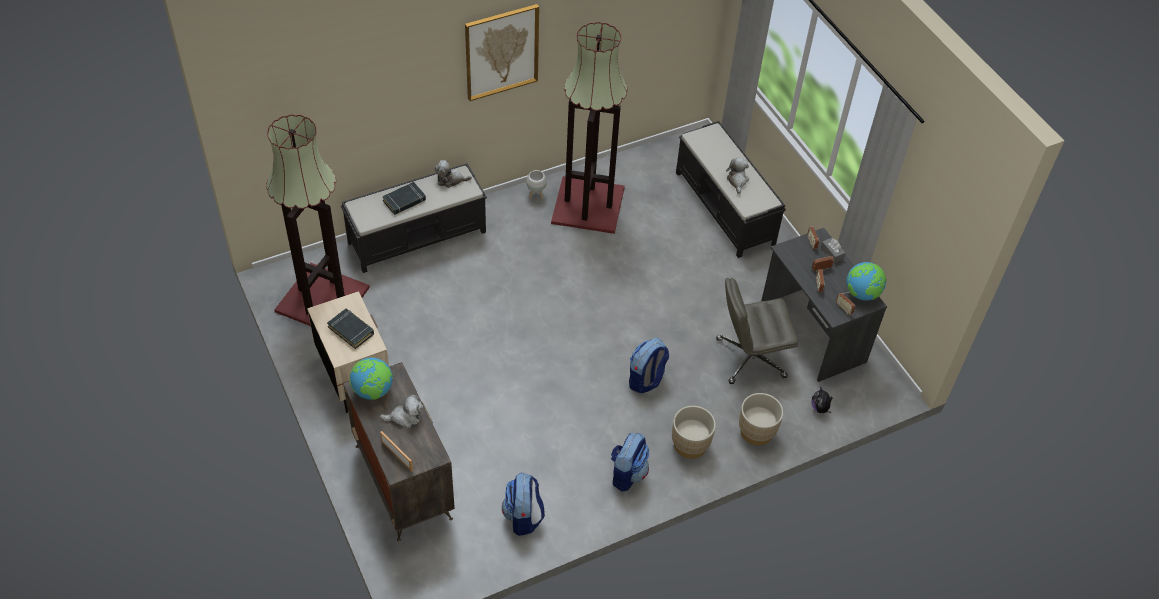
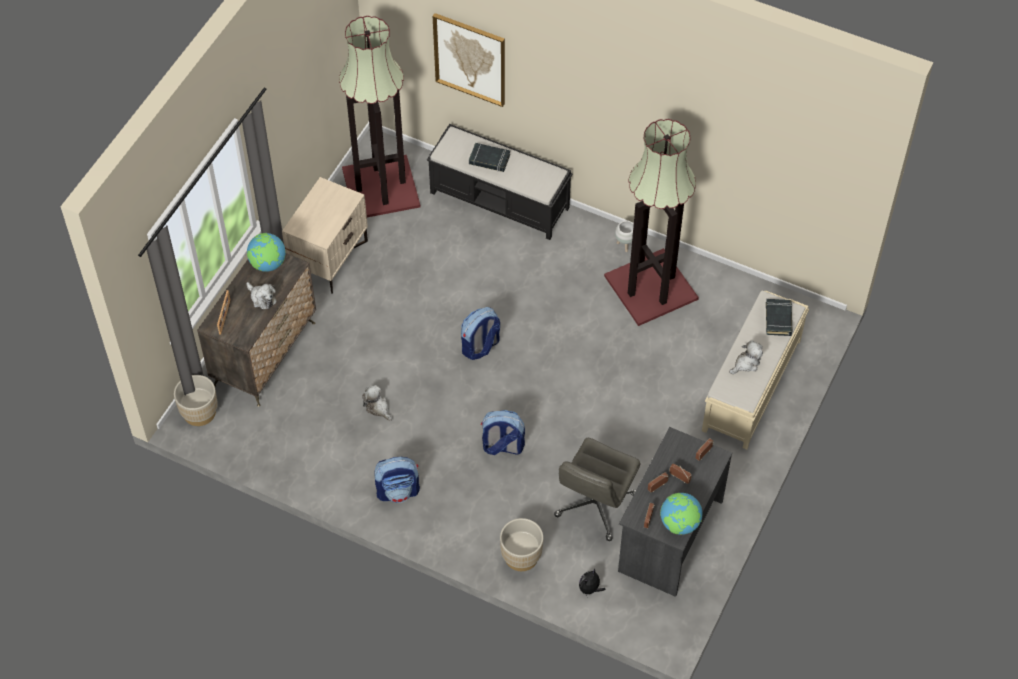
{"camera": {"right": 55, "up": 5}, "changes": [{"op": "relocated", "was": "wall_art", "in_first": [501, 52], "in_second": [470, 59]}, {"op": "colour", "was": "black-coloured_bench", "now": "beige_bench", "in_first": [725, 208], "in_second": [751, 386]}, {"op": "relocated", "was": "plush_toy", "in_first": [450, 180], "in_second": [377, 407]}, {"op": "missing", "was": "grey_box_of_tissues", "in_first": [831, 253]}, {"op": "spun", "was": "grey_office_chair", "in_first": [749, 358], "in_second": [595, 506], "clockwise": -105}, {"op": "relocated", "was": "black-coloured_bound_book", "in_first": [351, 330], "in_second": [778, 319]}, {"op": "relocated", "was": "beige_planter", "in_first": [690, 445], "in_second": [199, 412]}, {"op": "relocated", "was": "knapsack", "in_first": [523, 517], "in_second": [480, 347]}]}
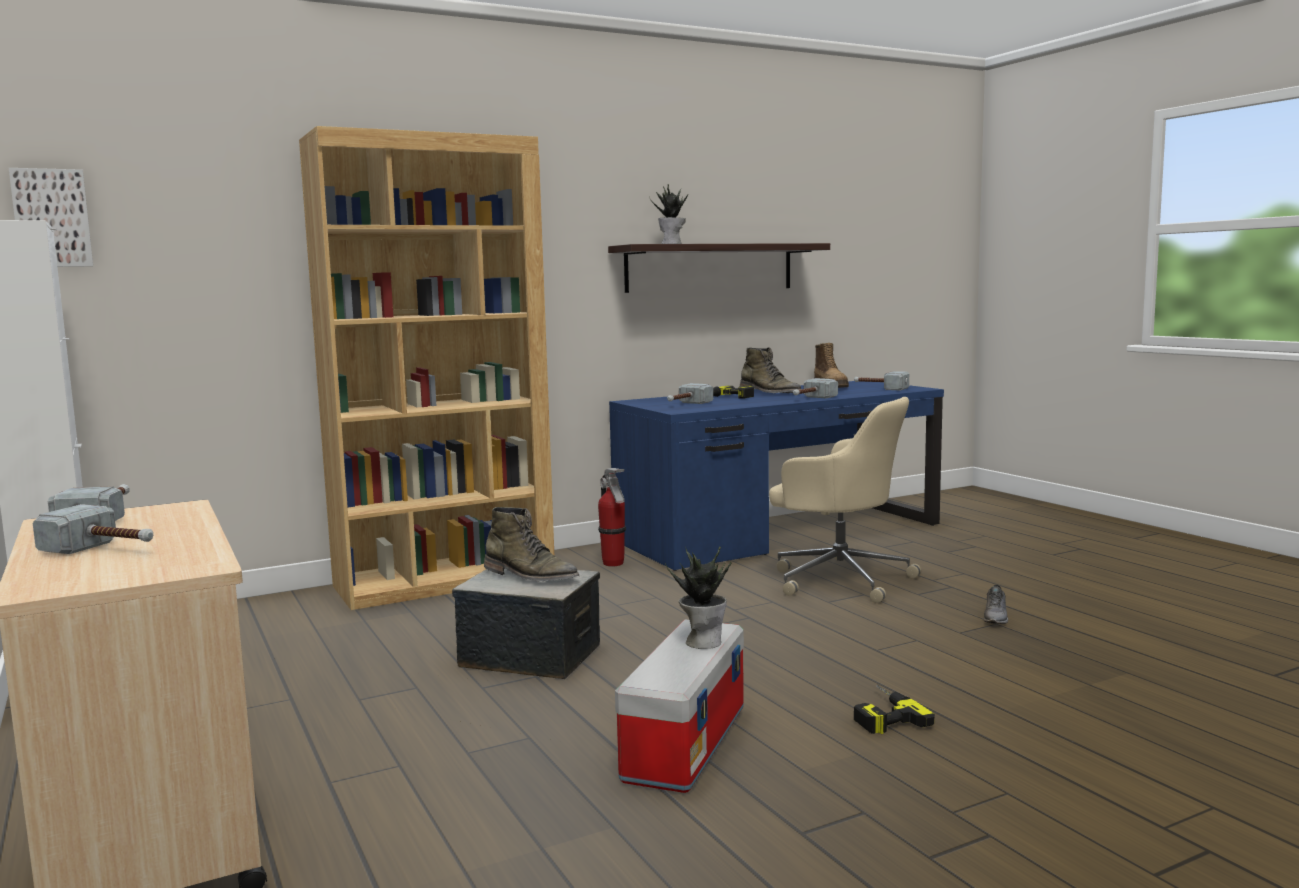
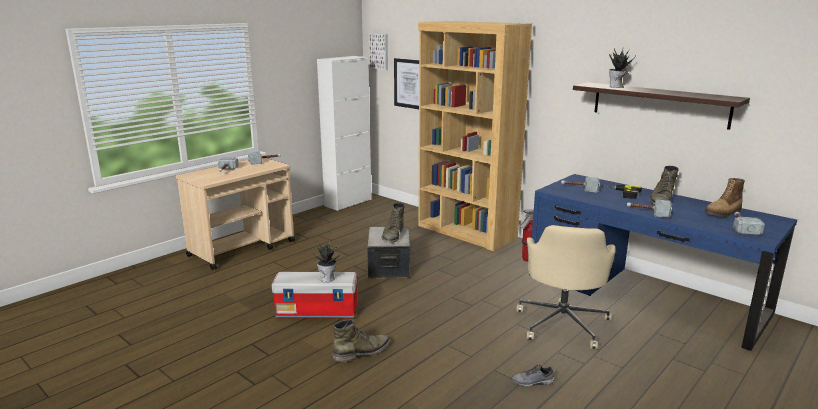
{"camera": {"right": 70, "up": 10}, "changes": [{"op": "exchanged", "was": "power_drill", "now": "greenish_boot", "in_first": [881, 714], "in_second": [362, 352]}, {"op": "appeared", "now": "wall_art", "in_second": [410, 83]}]}
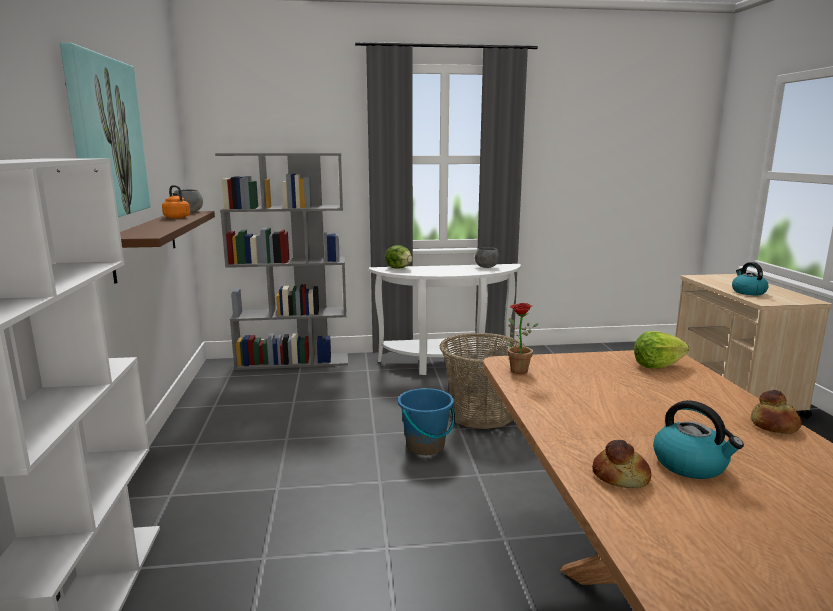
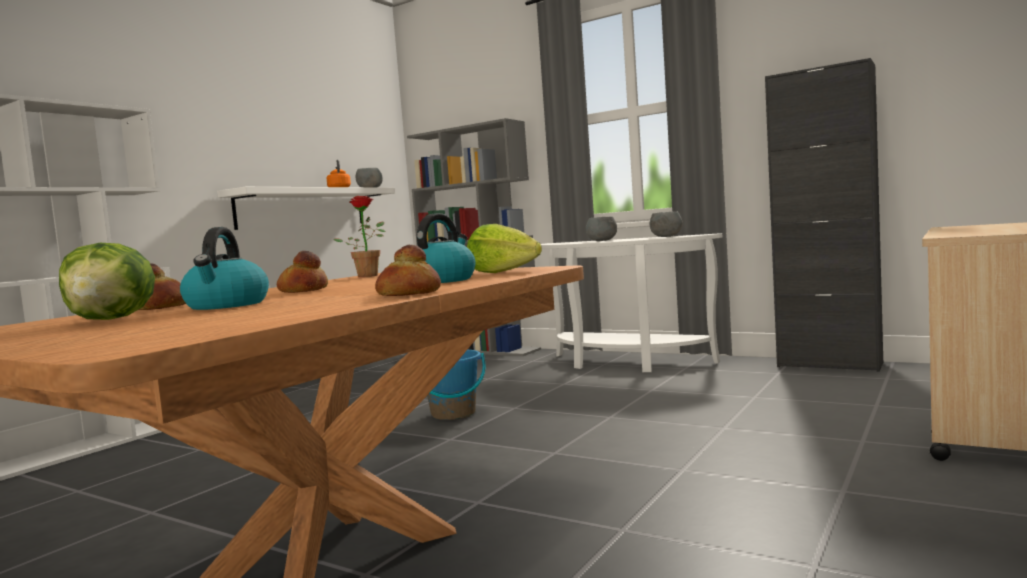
{"camera": {"right": 40, "up": -10}, "changes": [{"op": "missing", "was": "wall_art", "in_first": [106, 138]}, {"op": "colour", "was": "brown-coloured_wall_shelf", "now": "white-coloured_wall_shelf", "in_first": [146, 243], "in_second": [302, 208]}, {"op": "relocated", "was": "lettuce_head", "in_first": [399, 268], "in_second": [112, 319]}, {"op": "relocated", "was": "tea_kettle", "in_first": [748, 292], "in_second": [442, 280]}, {"op": "missing", "was": "household_basket", "in_first": [480, 413]}, {"op": "appeared", "now": "black-coloured_cupboard", "in_second": [829, 365]}, {"op": "appeared", "now": "grey_bowl", "in_second": [602, 240]}, {"op": "appeared", "now": "baked_bread", "in_second": [303, 290]}]}
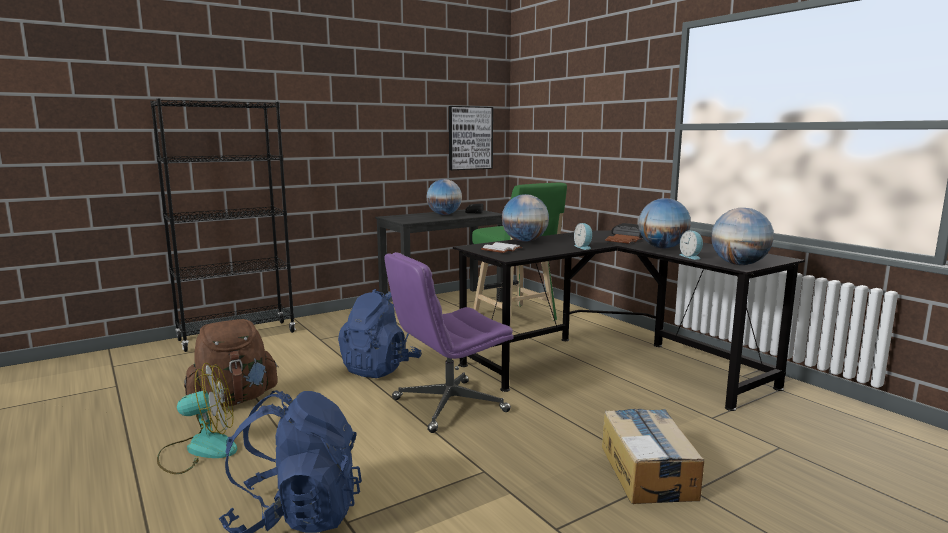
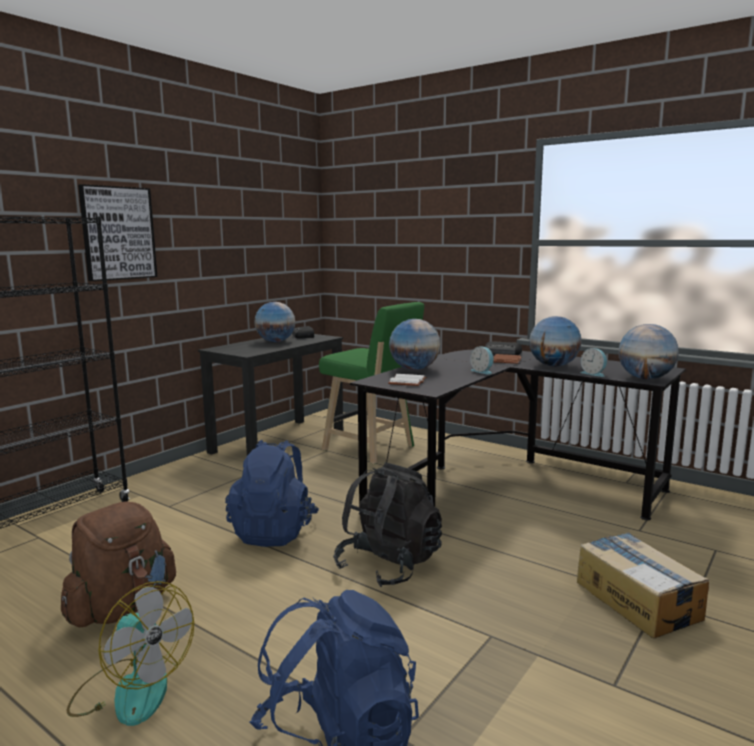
{"camera": {"right": -20, "up": 0}, "changes": [{"op": "relocated", "was": "wall_art", "in_first": [470, 138], "in_second": [118, 233]}, {"op": "exchanged", "was": "purple_office_chair", "now": "black-coloured_knapsack", "in_first": [448, 406], "in_second": [389, 565]}, {"op": "spun", "was": "fan", "in_first": [199, 450], "in_second": [131, 689], "clockwise": 75}]}
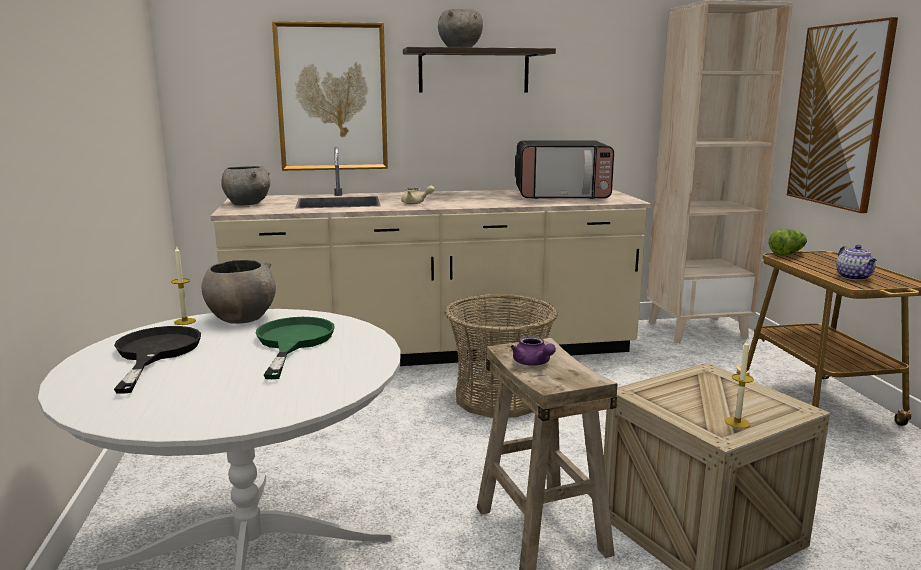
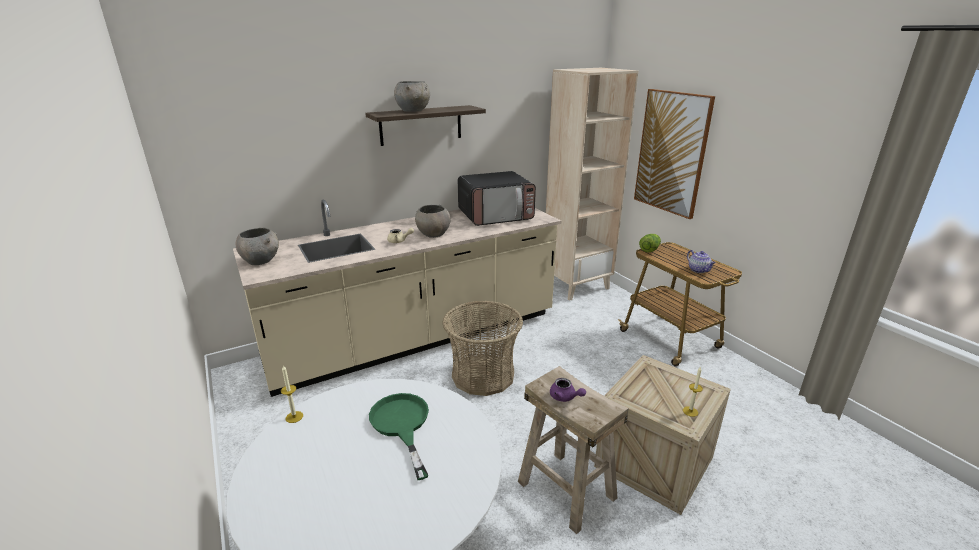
{"camera": {"right": -20, "up": 10}, "changes": [{"op": "missing", "was": "wall_art", "in_first": [332, 97]}, {"op": "relocated", "was": "grey_bowl", "in_first": [241, 318], "in_second": [433, 234]}, {"op": "missing", "was": "black-coloured_frying_pan", "in_first": [155, 353]}]}
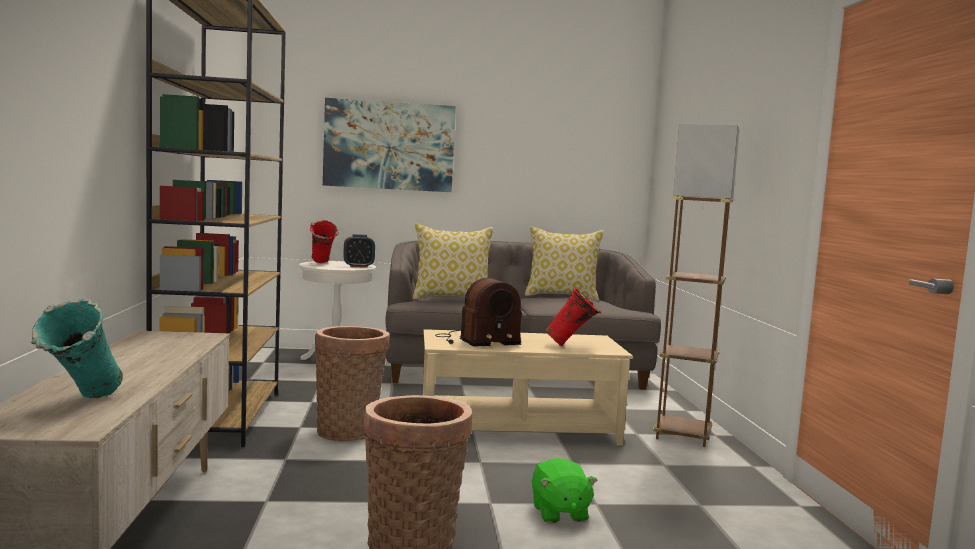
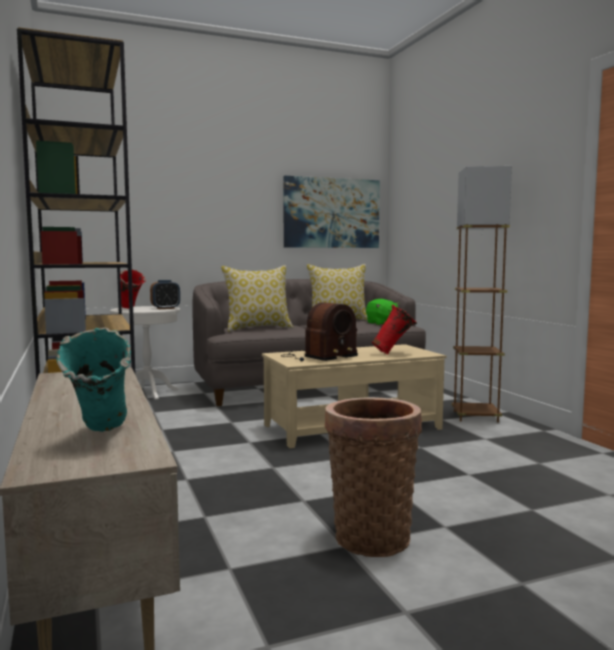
{"camera": {"right": -15, "up": 0}, "changes": [{"op": "relocated", "was": "wall_art", "in_first": [389, 146], "in_second": [331, 213]}, {"op": "missing", "was": "household_basket", "in_first": [349, 431]}, {"op": "relocated", "was": "greenish_plush_toy", "in_first": [559, 513], "in_second": [382, 323]}]}
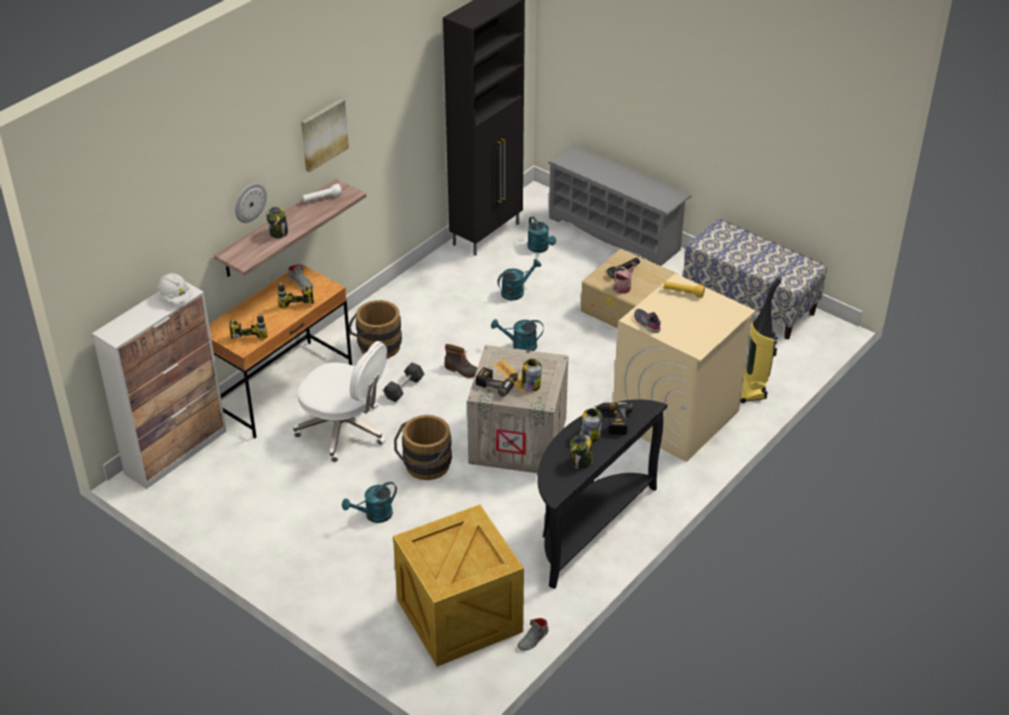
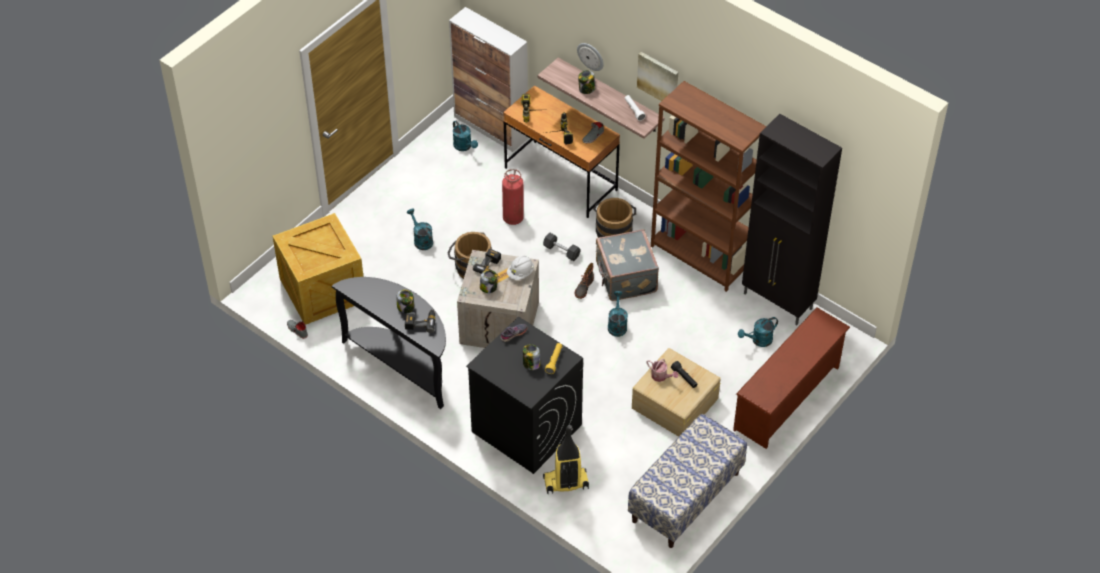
{"camera": {"right": 90, "up": 10}, "changes": [{"op": "colour", "was": "grey_shoe_shelf", "now": "brown-coloured_shoe_shelf", "in_first": [616, 234], "in_second": [788, 399]}, {"op": "relocated", "was": "blue-green_watering_pot", "in_first": [516, 291], "in_second": [464, 147]}, {"op": "relocated", "was": "white-coloured_safety_helmet", "in_first": [175, 297], "in_second": [520, 273]}, {"op": "colour", "was": "beige_laundry_machine", "now": "black-coloured_laundry_machine", "in_first": [675, 417], "in_second": [525, 428]}, {"op": "exchanged", "was": "white-coloured_office_chair", "now": "extinguisher", "in_first": [344, 430], "in_second": [513, 218]}, {"op": "relocated", "was": "storage_jar", "in_first": [581, 461], "in_second": [531, 364]}, {"op": "appeared", "now": "brown-coloured_bookcase", "in_second": [699, 257]}, {"op": "appeared", "now": "grey_suitcase", "in_second": [625, 278]}]}
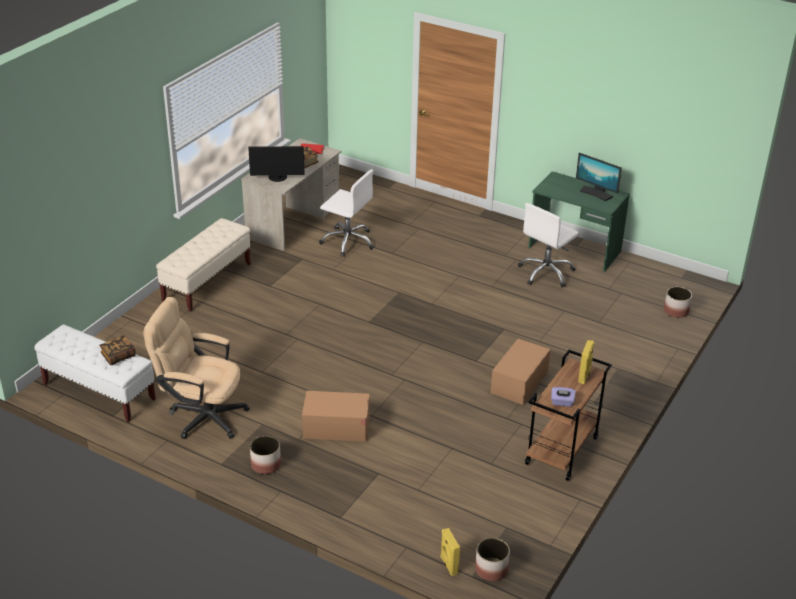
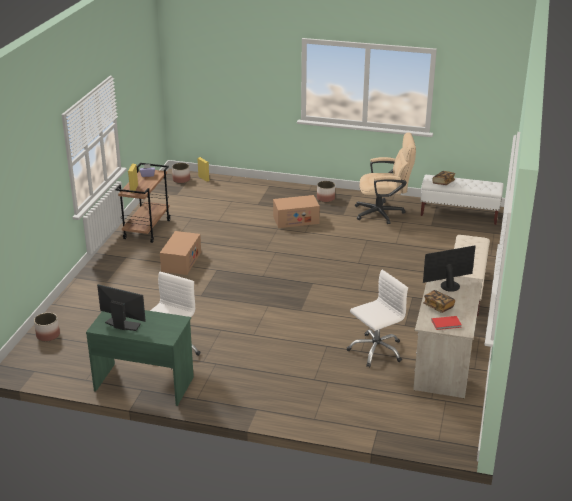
{"camera": {"right": 165, "up": -5}, "changes": [{"op": "spun", "was": "white-coloured_office_chair", "in_first": [348, 241], "in_second": [376, 350], "clockwise": 135}]}
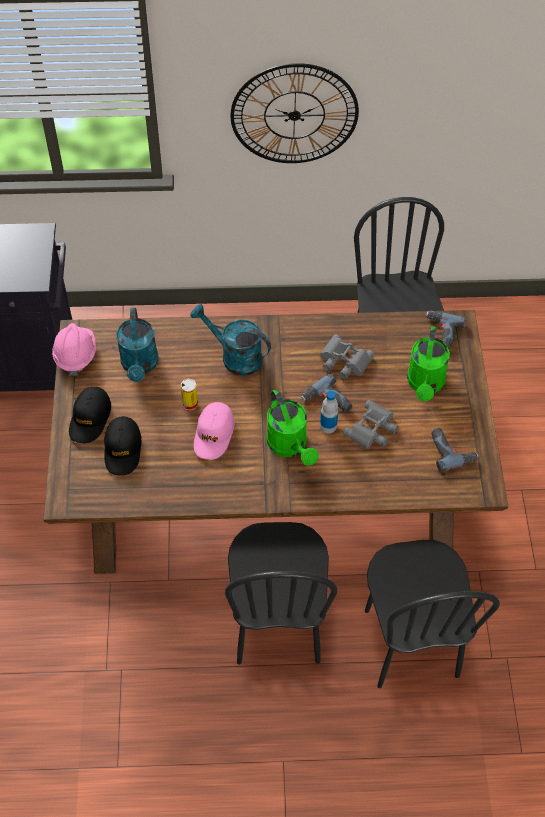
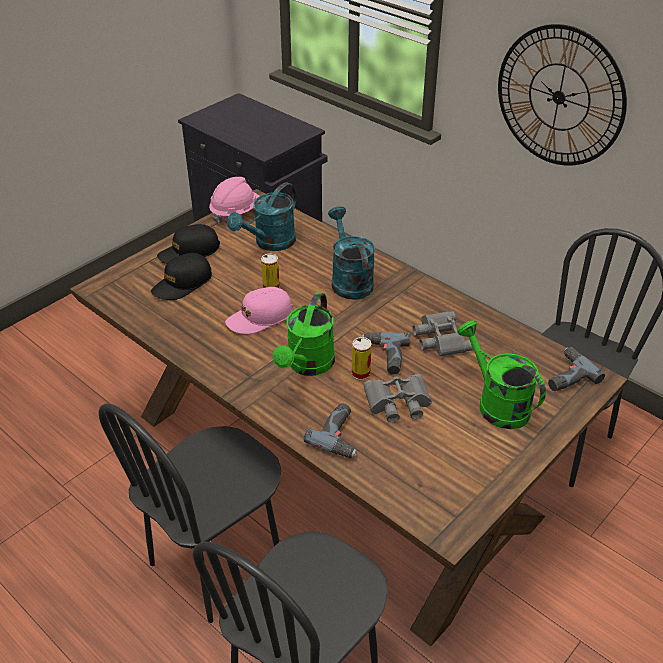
{"camera": {"right": 45, "up": -15}, "changes": [{"op": "spun", "was": "greenish_watering_pot", "in_first": [425, 384], "in_second": [496, 403], "clockwise": 90}, {"op": "exchanged", "was": "beverage_bottle", "now": "sealed_can", "in_first": [328, 426], "in_second": [360, 373]}, {"op": "relocated", "was": "power_drill", "in_first": [451, 450], "in_second": [341, 435]}]}
